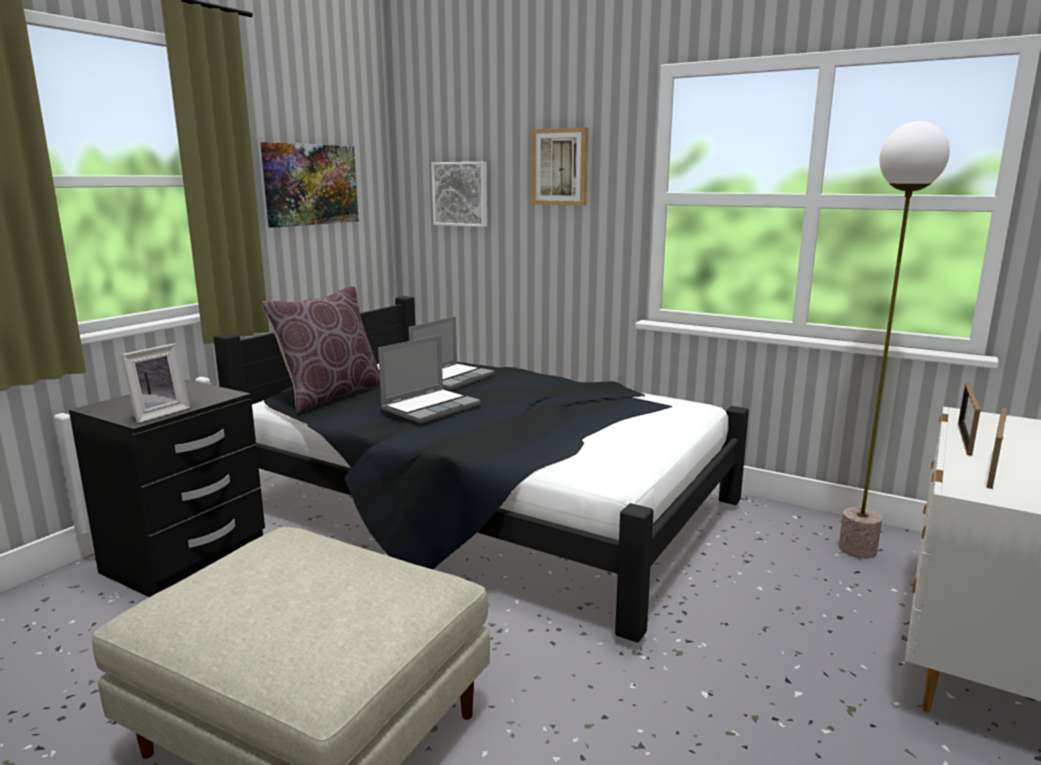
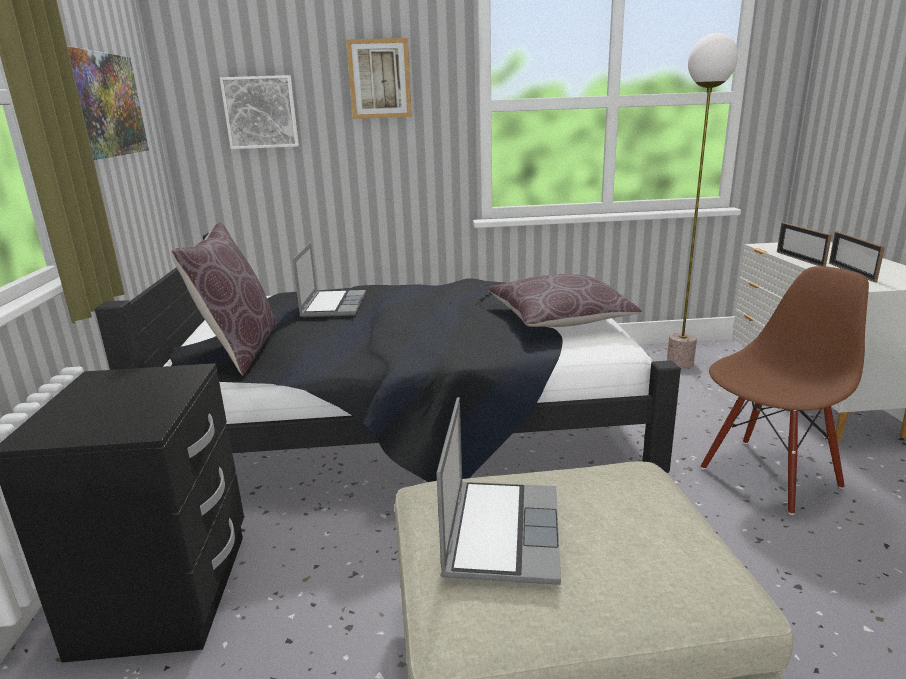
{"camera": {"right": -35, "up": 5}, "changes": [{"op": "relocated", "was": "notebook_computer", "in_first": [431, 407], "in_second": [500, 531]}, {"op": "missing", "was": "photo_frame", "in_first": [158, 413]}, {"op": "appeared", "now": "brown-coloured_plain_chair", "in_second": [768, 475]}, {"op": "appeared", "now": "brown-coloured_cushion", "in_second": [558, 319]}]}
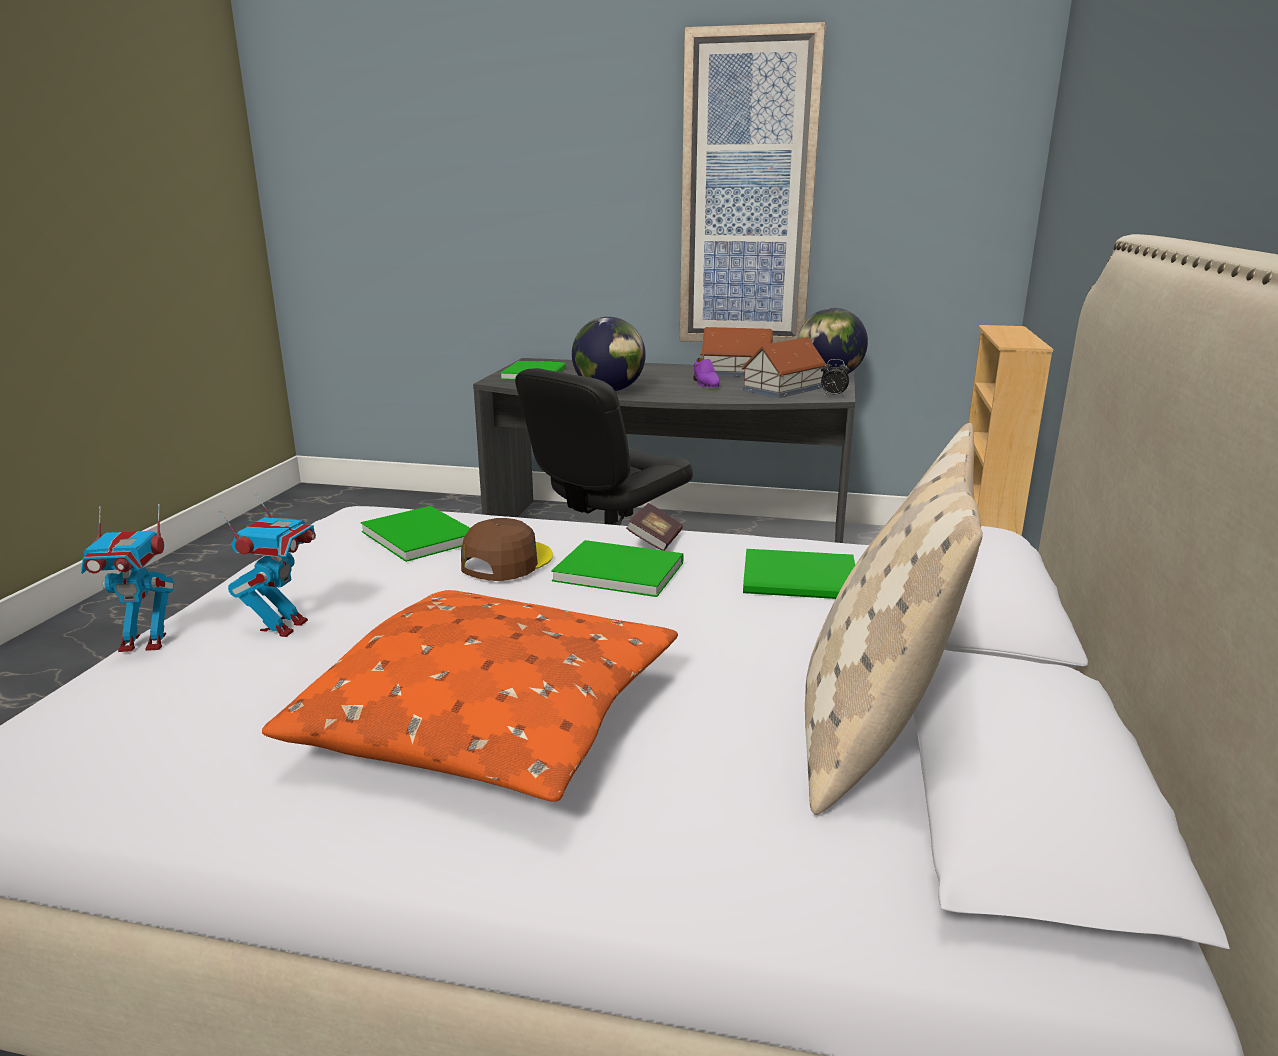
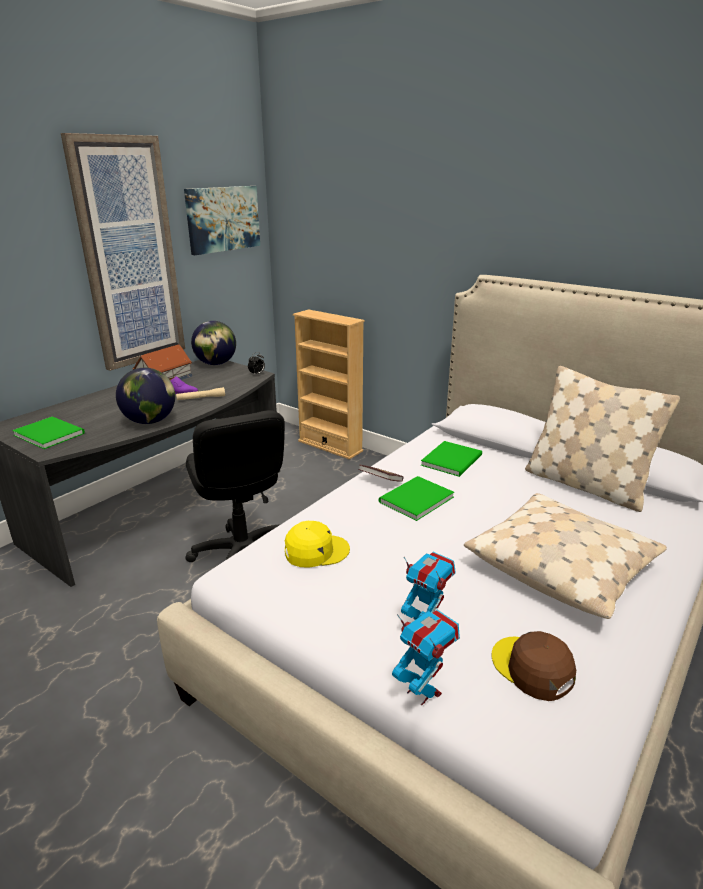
{"camera": {"right": -65, "up": 5}, "changes": [{"op": "missing", "was": "toy_house", "in_first": [784, 389]}, {"op": "spun", "was": "robot_figure", "in_first": [145, 643], "in_second": [423, 691], "clockwise": -60}, {"op": "exchanged", "was": "greenish_bound_book", "now": "yellow-coloured_peaked_cap", "in_first": [421, 535], "in_second": [316, 551]}, {"op": "relocated", "was": "brown-coloured_peaked_cap", "in_first": [506, 561], "in_second": [532, 668]}, {"op": "colour", "was": "orange-coloured_cushion", "now": "beige_cushion", "in_first": [494, 720], "in_second": [561, 565]}, {"op": "appeared", "now": "wall_art", "in_second": [223, 219]}, {"op": "appeared", "now": "beige_torch", "in_second": [201, 398]}]}
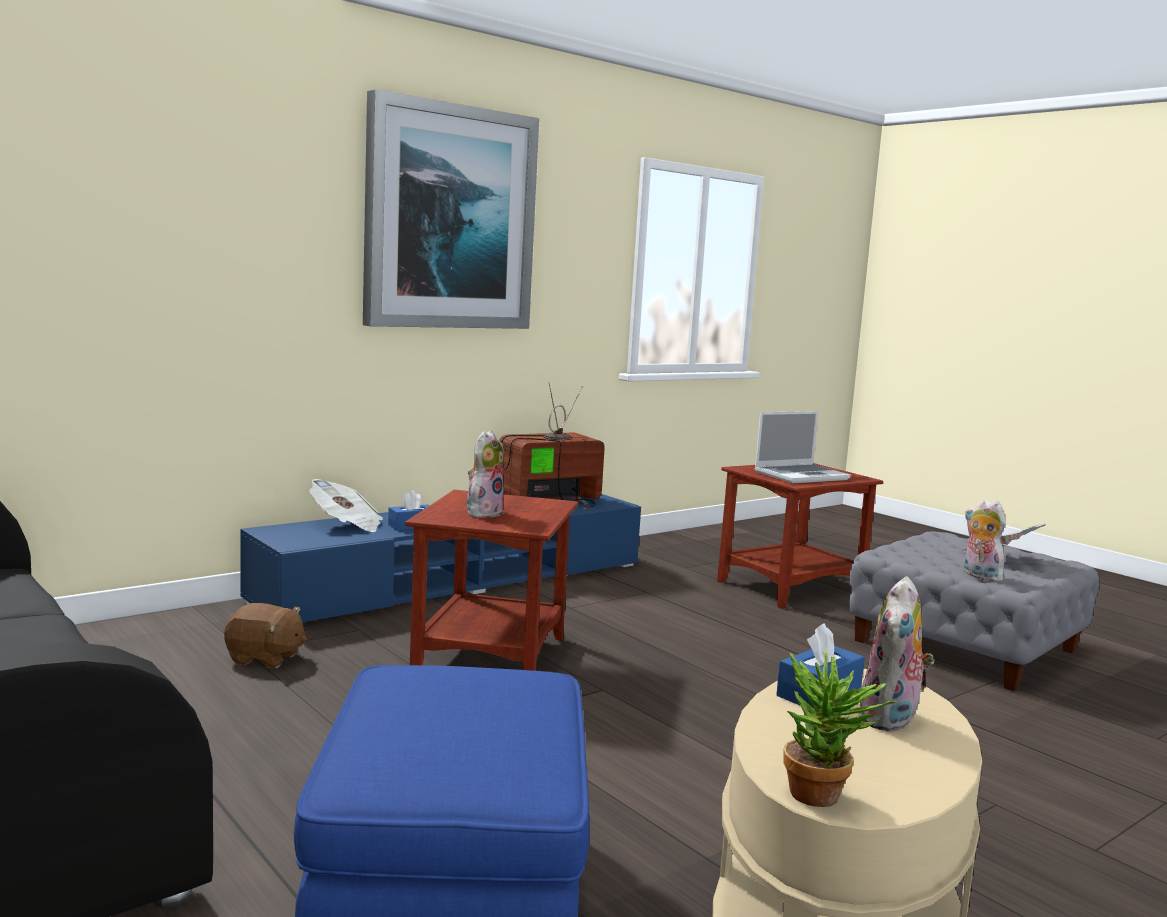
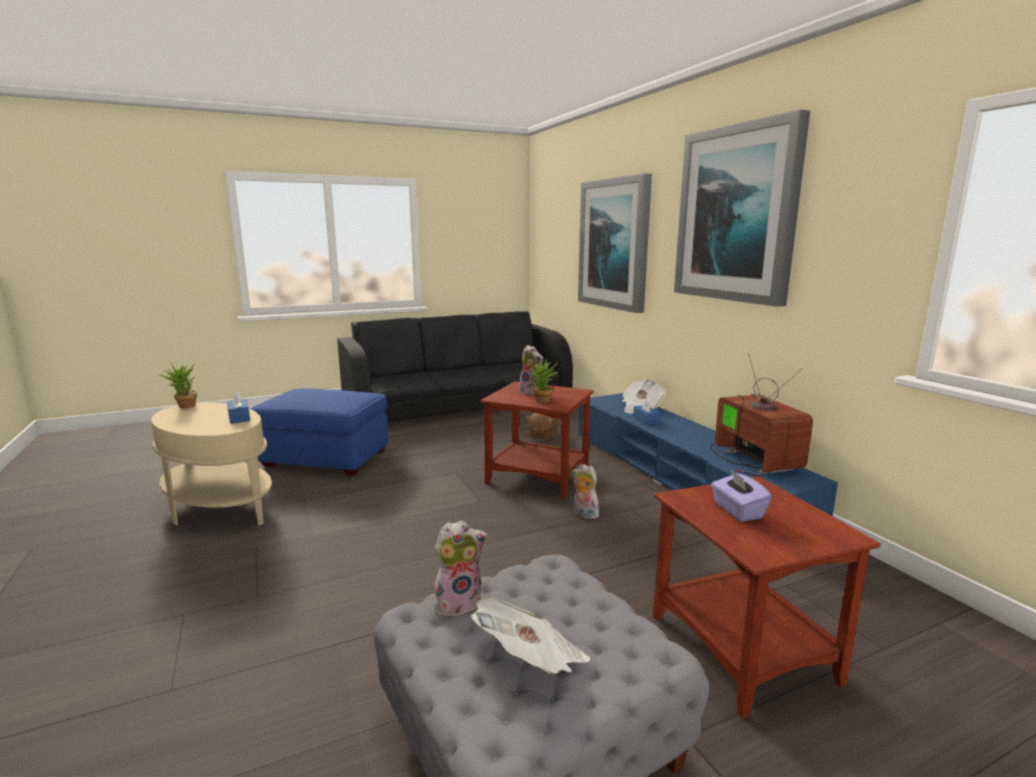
{"camera": {"right": 105, "up": 5}, "changes": [{"op": "exchanged", "was": "notebook_computer", "now": "purple_box_of_tissues", "in_first": [801, 475], "in_second": [737, 511]}, {"op": "relocated", "was": "plush_toy", "in_first": [891, 720], "in_second": [584, 514]}, {"op": "appeared", "now": "wall_art", "in_second": [614, 244]}, {"op": "appeared", "now": "plant_in_a_pot", "in_second": [542, 402]}]}
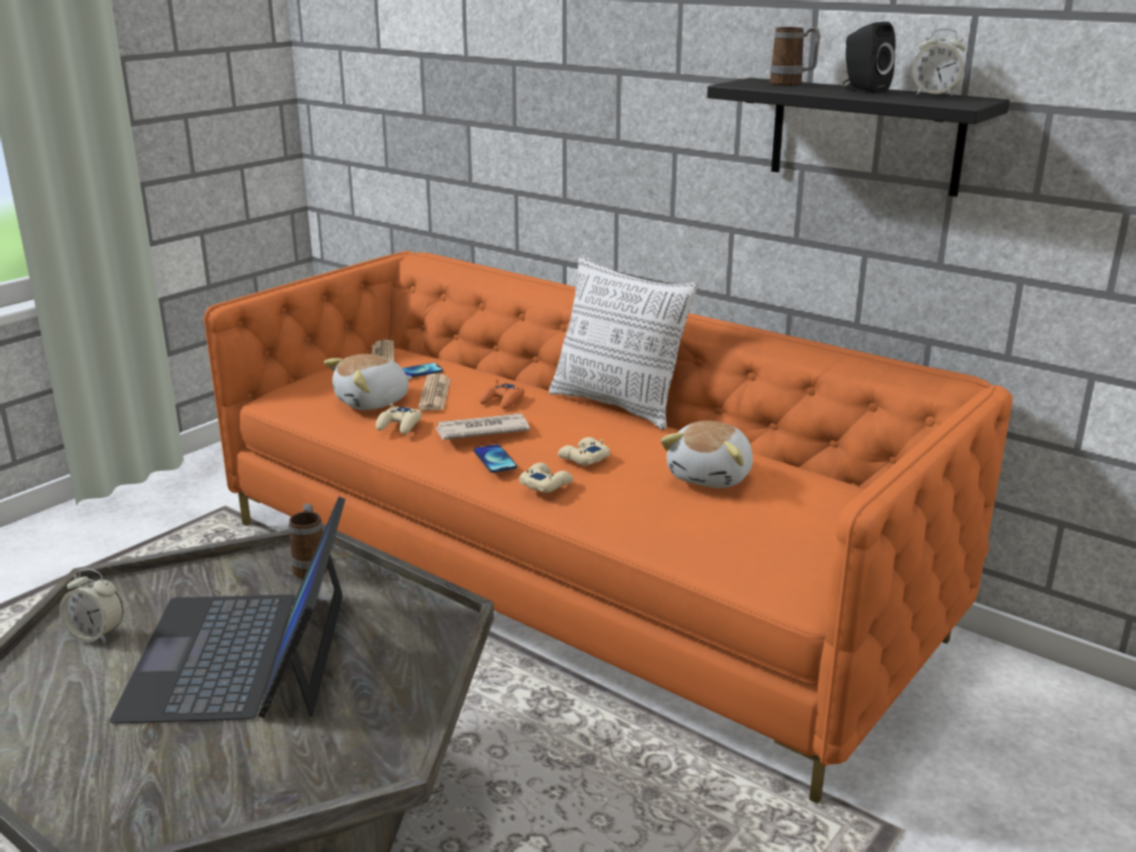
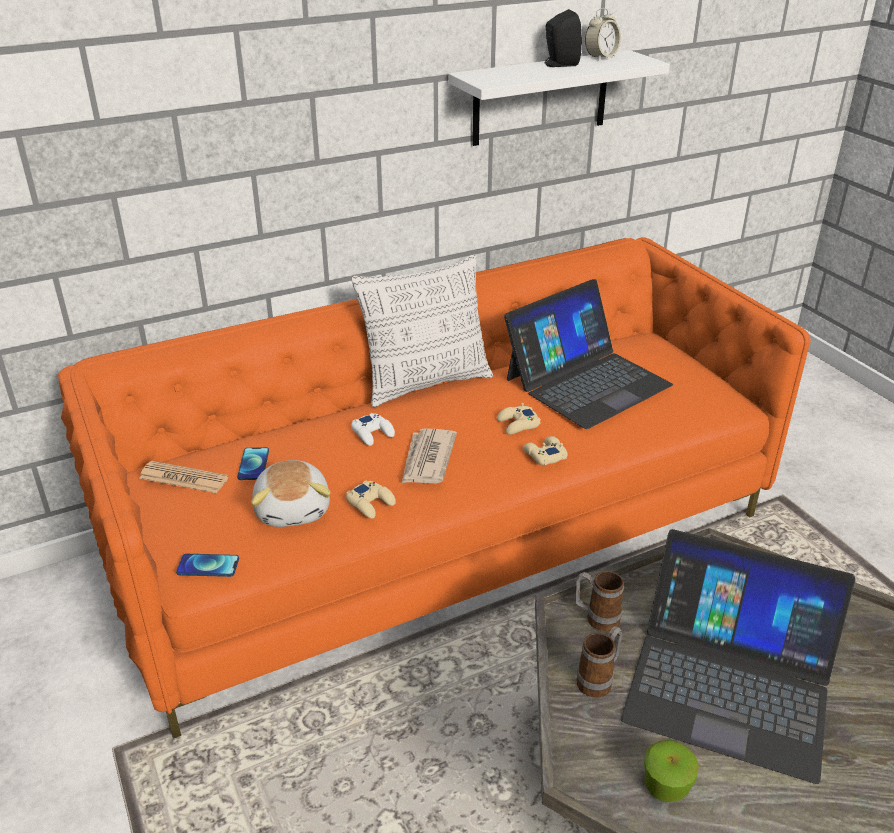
{"camera": {"right": -65, "up": 10}, "changes": [{"op": "relocated", "was": "coffee_mug", "in_first": [792, 84], "in_second": [599, 680]}, {"op": "colour", "was": "black-coloured_wall_shelf", "now": "white-coloured_wall_shelf", "in_first": [865, 136], "in_second": [540, 98]}, {"op": "missing", "was": "printed_paper", "in_first": [435, 394]}, {"op": "colour", "was": "orange-coloured_game_controller", "now": "white-coloured_game_controller", "in_first": [502, 401], "in_second": [373, 433]}, {"op": "exchanged", "was": "plush_toy", "now": "notebook_computer", "in_first": [711, 476], "in_second": [586, 381]}, {"op": "relocated", "was": "handset", "in_first": [495, 460], "in_second": [208, 566]}, {"op": "exchanged", "was": "bedside_clock", "now": "whole_apple", "in_first": [96, 634], "in_second": [666, 786]}]}
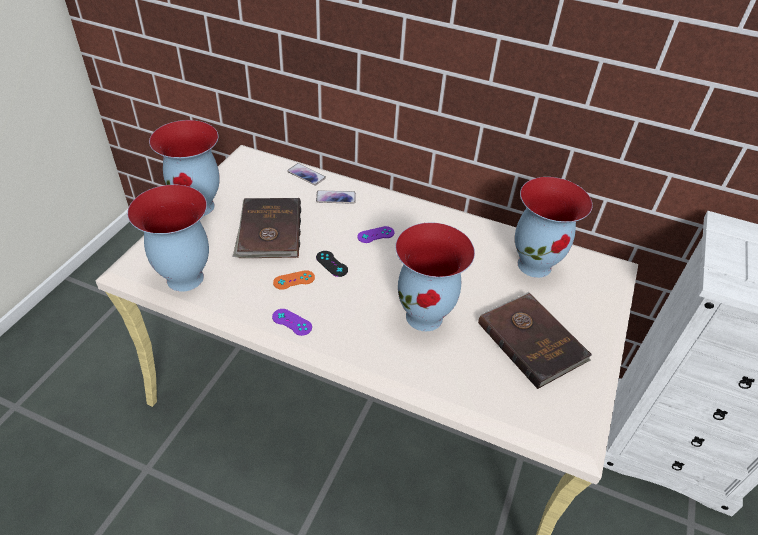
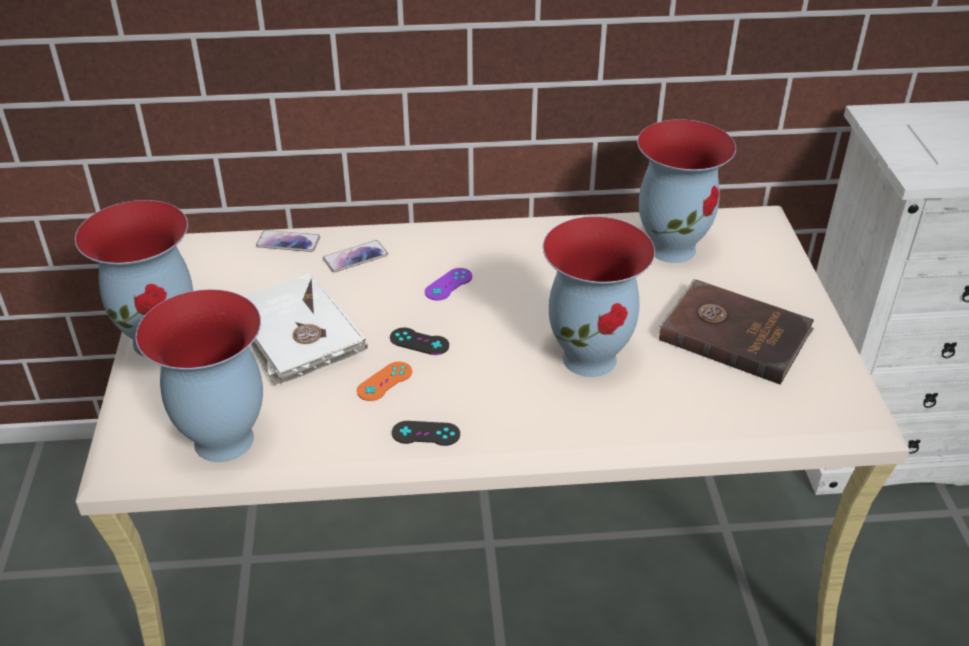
{"camera": {"right": -25, "up": -5}, "changes": [{"op": "colour", "was": "brown-coloured_bound_book", "now": "white-coloured_bound_book", "in_first": [269, 231], "in_second": [296, 334]}, {"op": "colour", "was": "purple_game_controller", "now": "black-coloured_game_controller", "in_first": [292, 322], "in_second": [426, 434]}]}
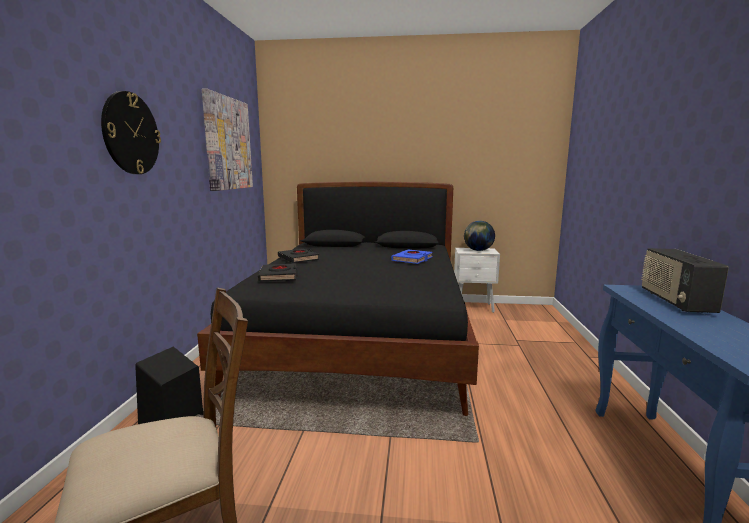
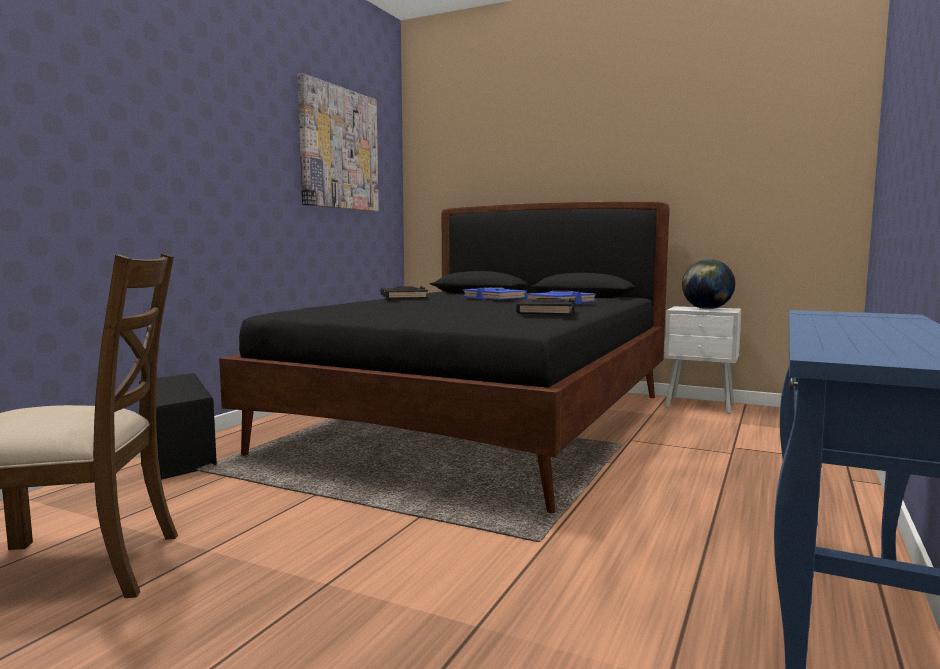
{"camera": {"right": 20, "up": -5}, "changes": [{"op": "missing", "was": "hanging_clock", "in_first": [131, 133]}, {"op": "missing", "was": "radio_set", "in_first": [675, 301]}, {"op": "relocated", "was": "black-coloured_bound_book", "in_first": [279, 276], "in_second": [546, 313]}, {"op": "appeared", "now": "blue-coloured_bound_book", "in_second": [494, 298]}]}
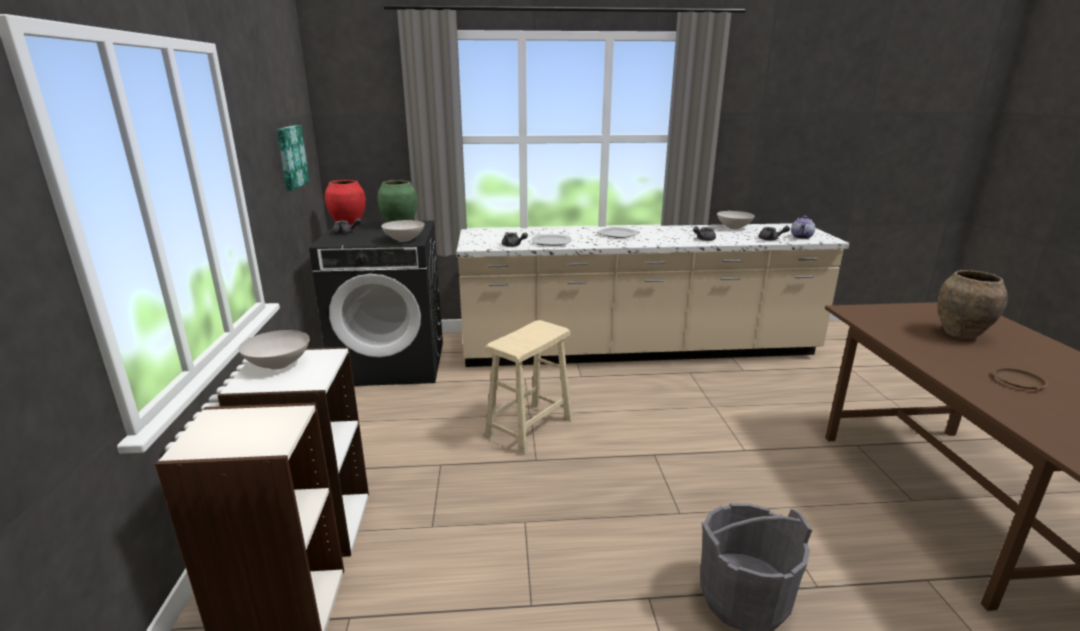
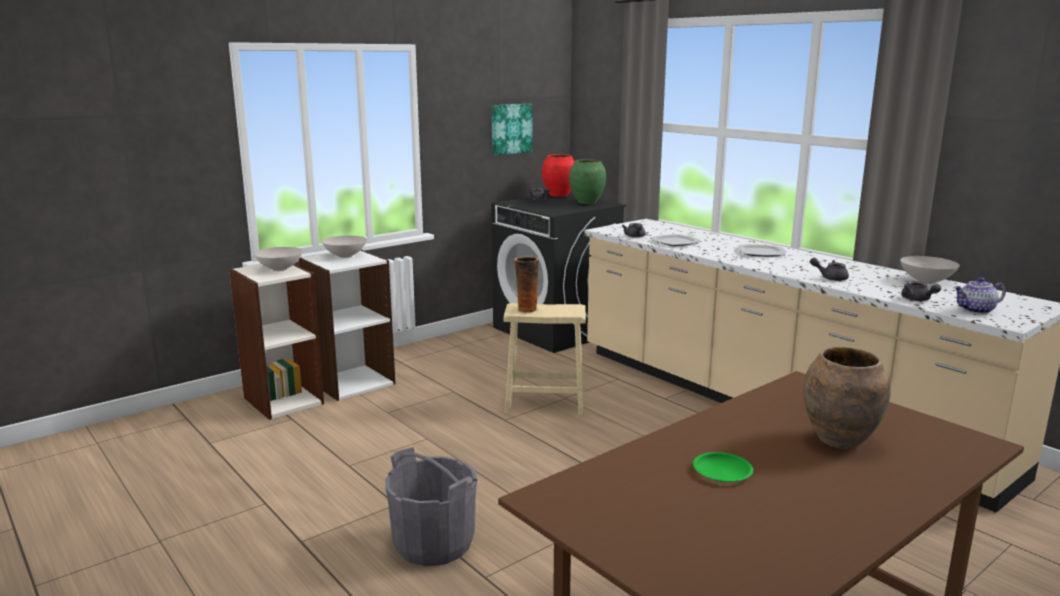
{"camera": {"right": 55, "up": -5}, "changes": [{"op": "relocated", "was": "white-coloured_bowl", "in_first": [405, 240], "in_second": [280, 269]}, {"op": "colour", "was": "brown-coloured_plate", "now": "greenish_plate", "in_first": [1019, 381], "in_second": [722, 471]}, {"op": "appeared", "now": "flower_vase", "in_second": [526, 309]}]}
